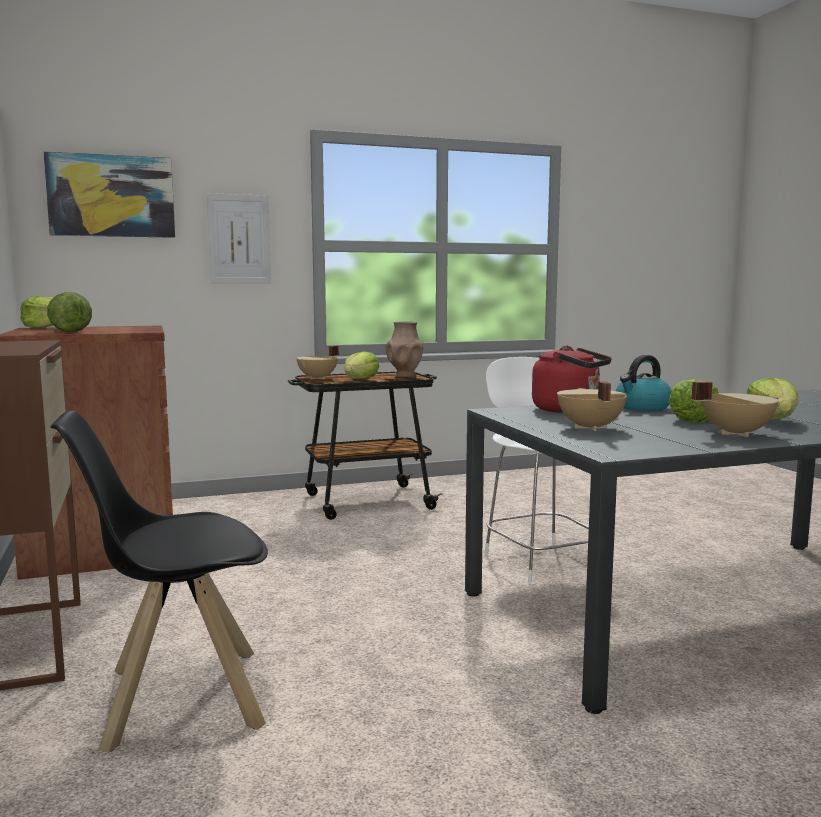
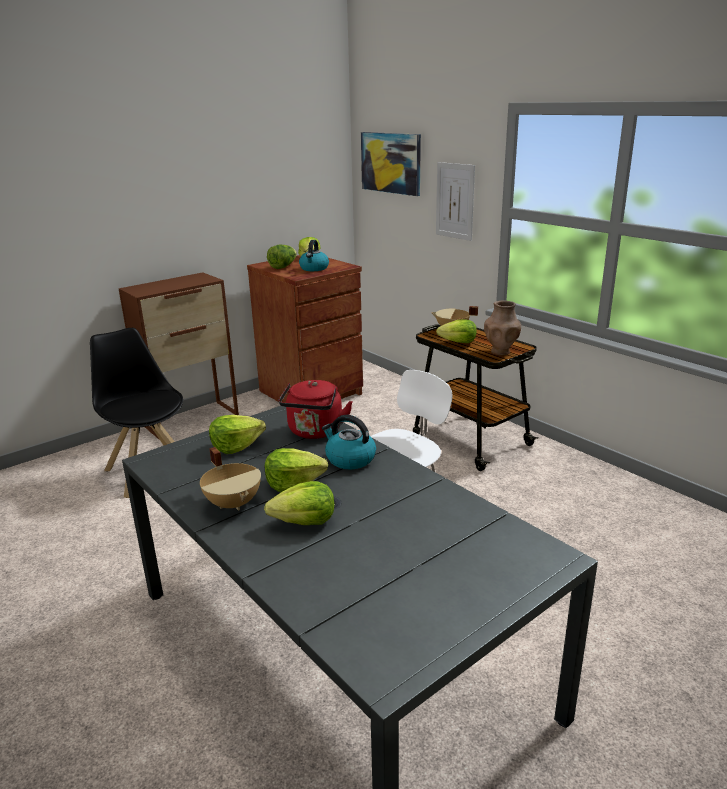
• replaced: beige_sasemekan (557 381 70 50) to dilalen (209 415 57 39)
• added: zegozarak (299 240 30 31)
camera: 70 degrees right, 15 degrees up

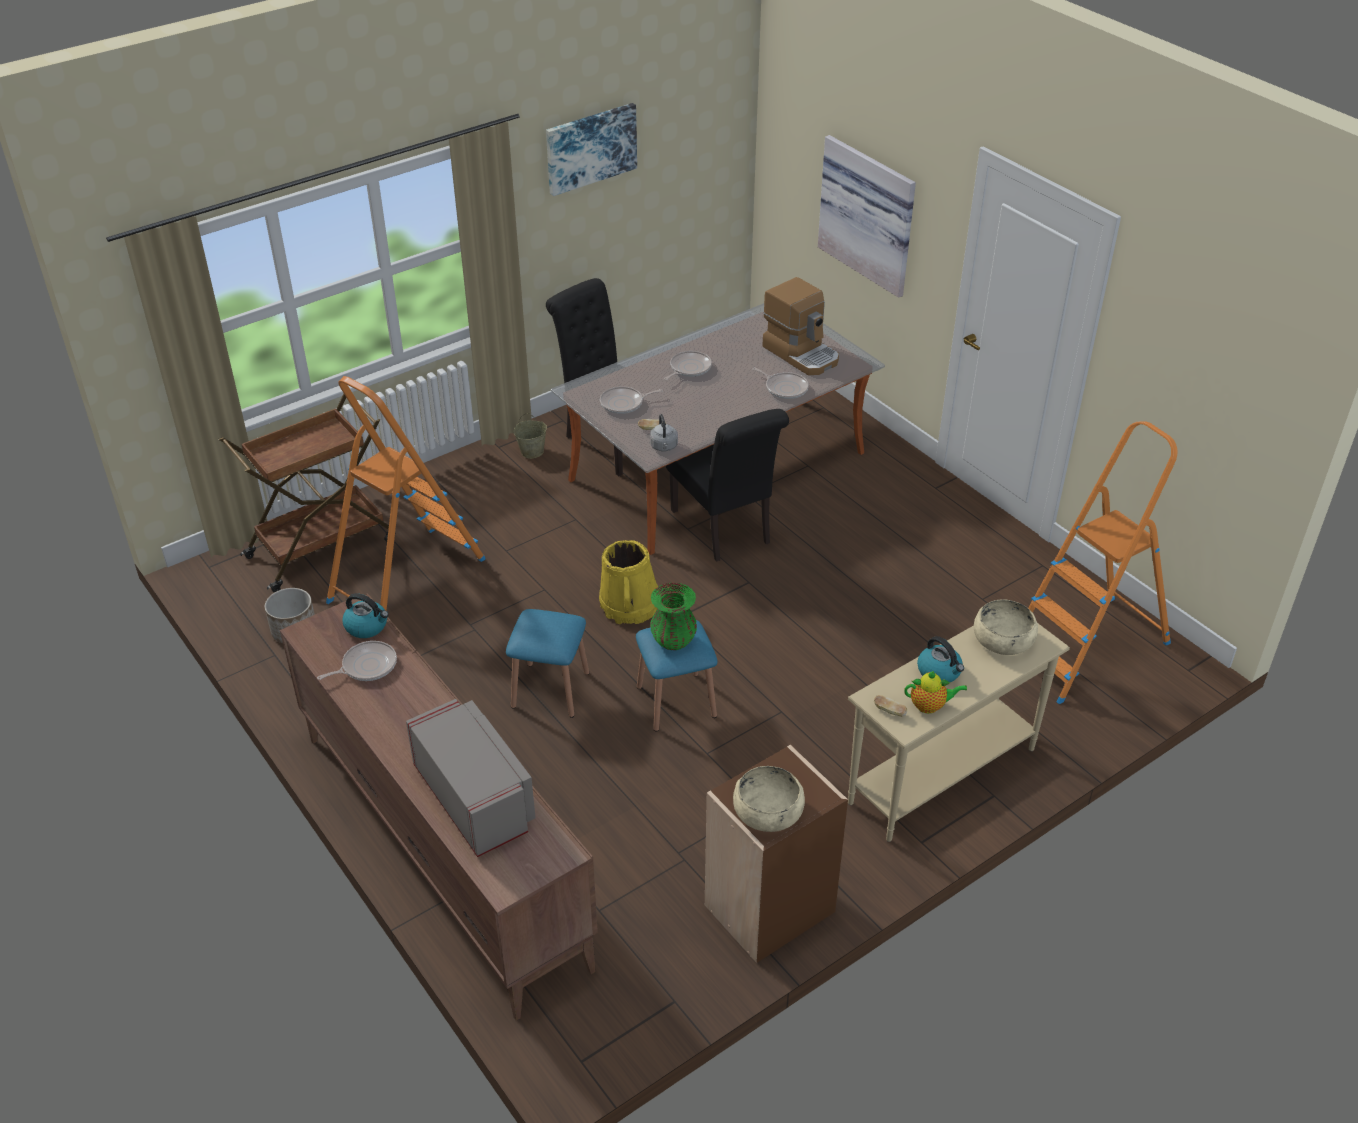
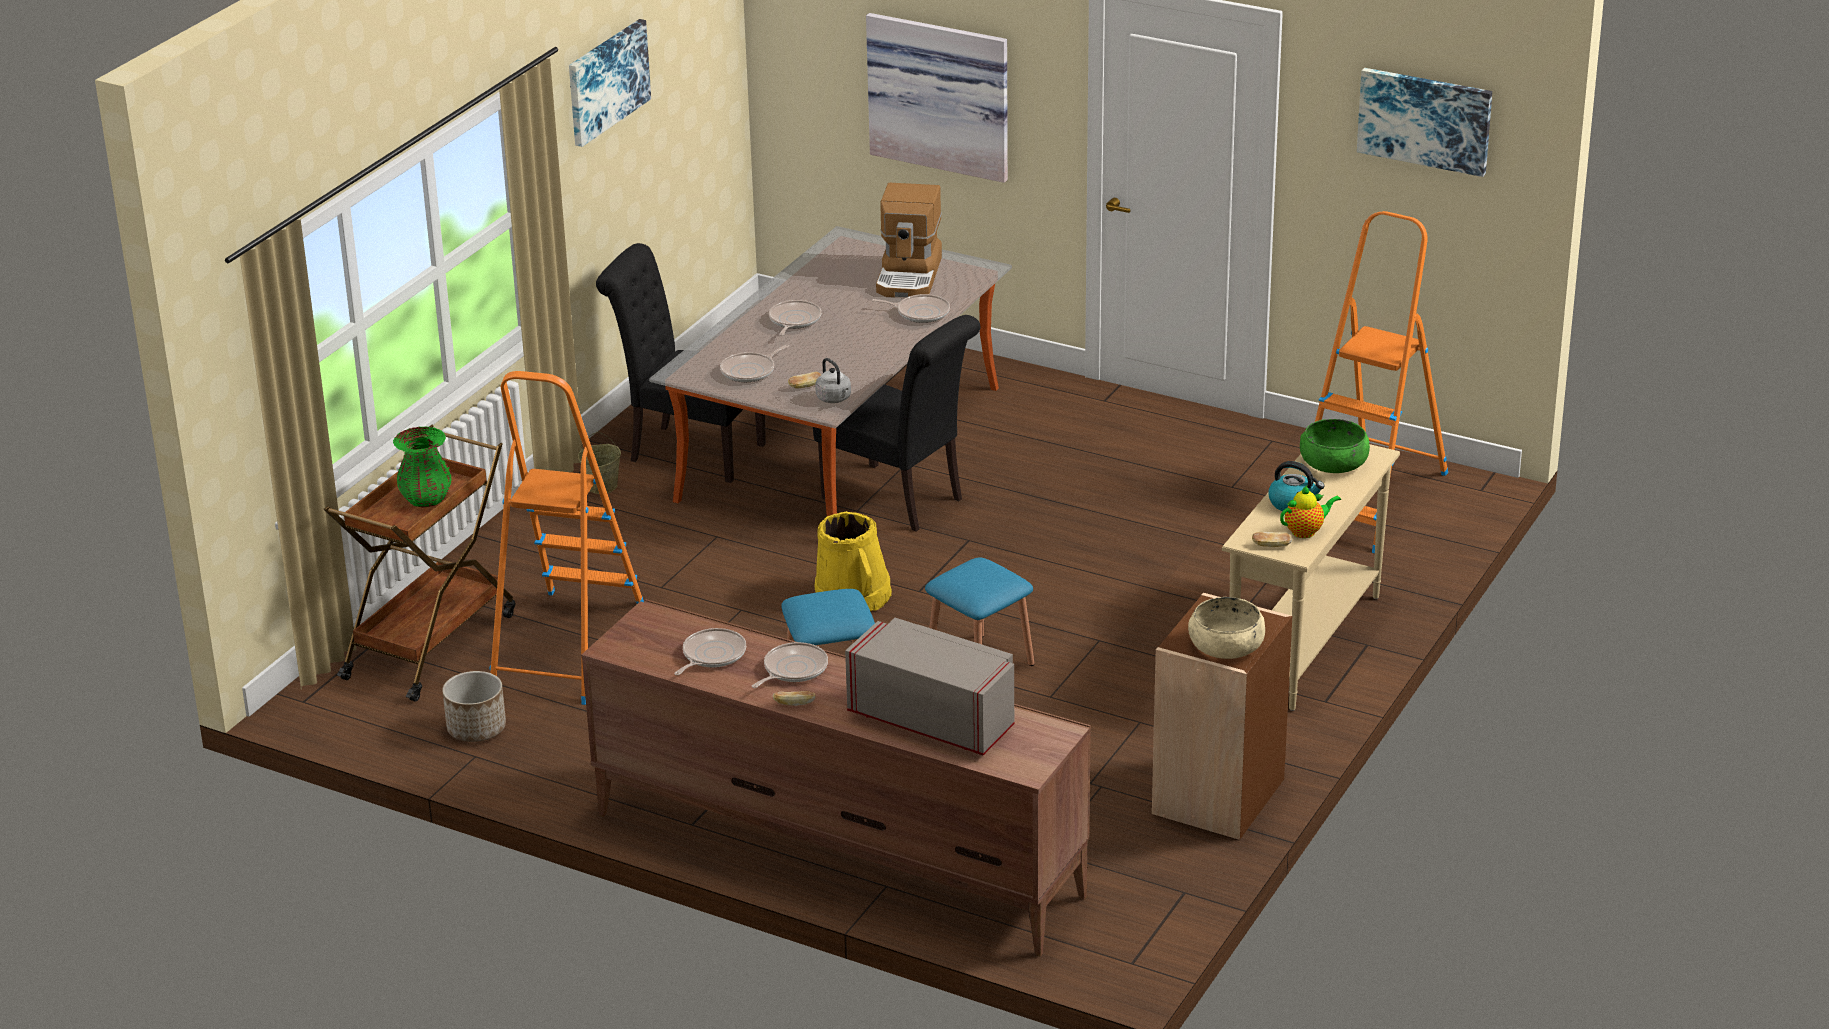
• turned: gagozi (762 277 77 98) = (876 183 66 114) 75 degrees clockwise
• moved: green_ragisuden (651 582 46 68) to (393 426 59 82)
• removed: zegozarak (342 593 47 45)
• recoloured: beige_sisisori (974 599 64 56) to green_sisisori (1300 419 70 54)
• added: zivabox (1357 68 135 109)
• added: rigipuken (752 642 76 46)
• added: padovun (772 691 44 15)
camera: 25 degrees left, 10 degrees down

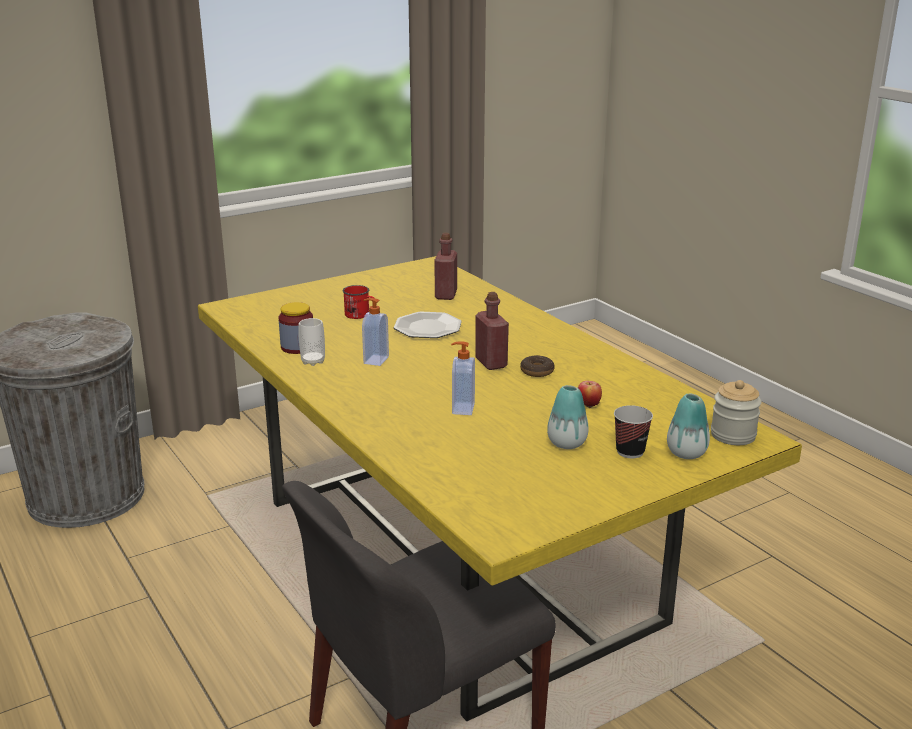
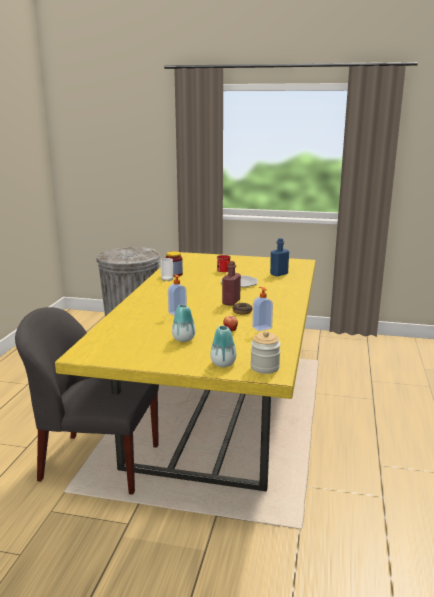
• recoloured: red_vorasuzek (434 233 23 67) to blue_vorasuzek (270 238 19 38)
• moved: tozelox (362 298 27 68) to (252 287 21 44)
• removed: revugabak (614 405 39 53)
camera: 45 degrees right, 5 degrees down

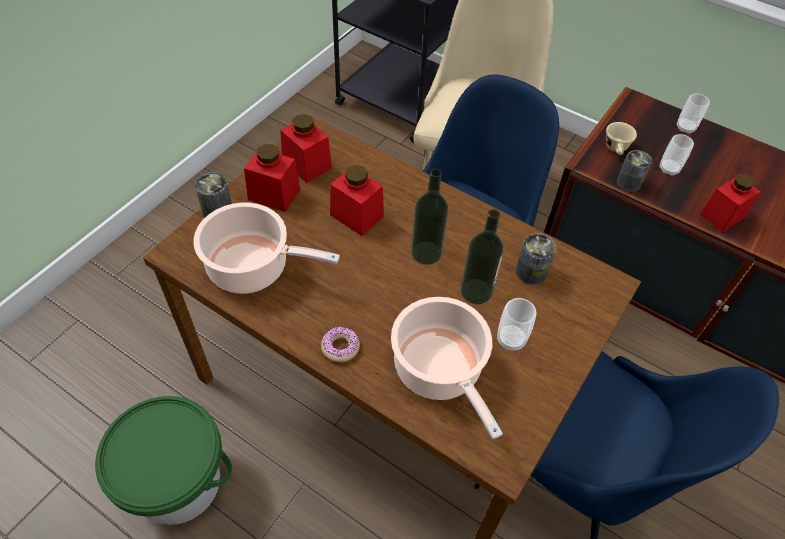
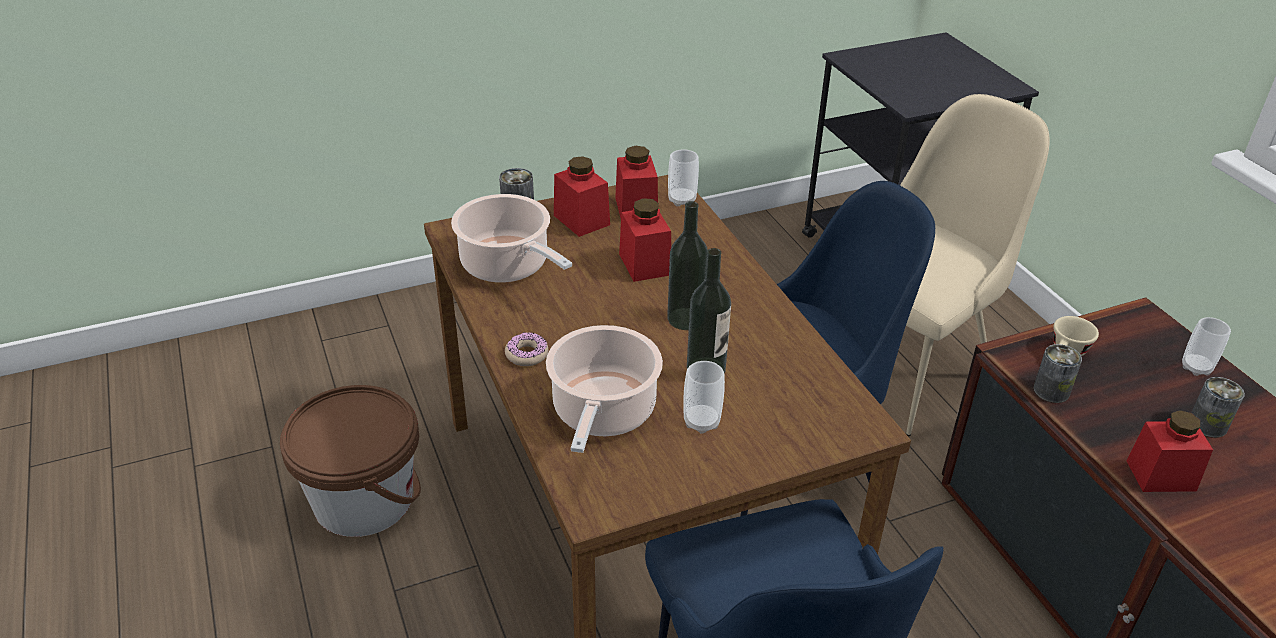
• moved: revugabak (659 134 35 42) to (668 149 31 58)
• moved: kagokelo (516 233 40 52) to (1191 377 54 61)
• recoloured: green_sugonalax (95 396 137 129) to brown_sugonalax (280 385 141 152)
camera: 35 degrees right, 15 degrees down

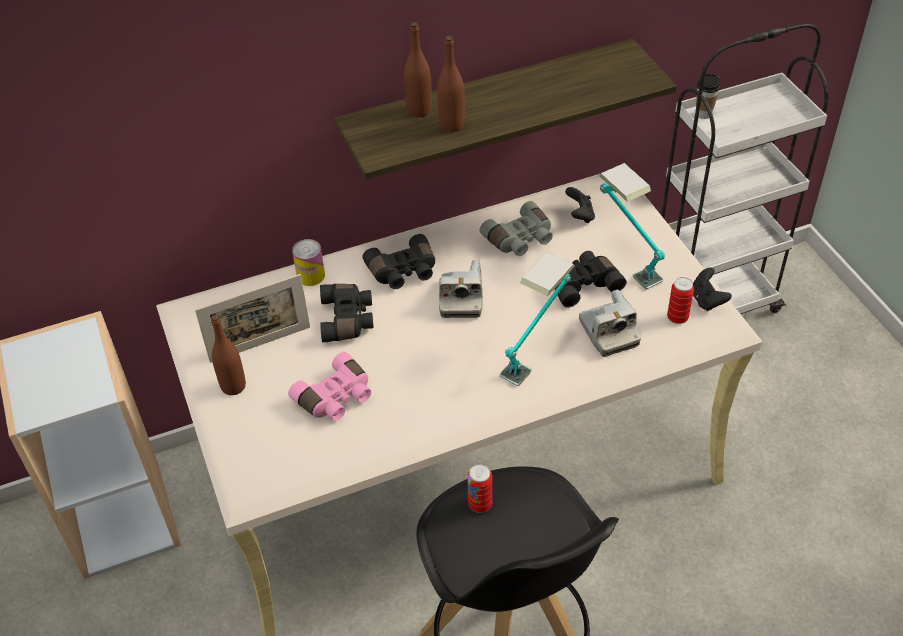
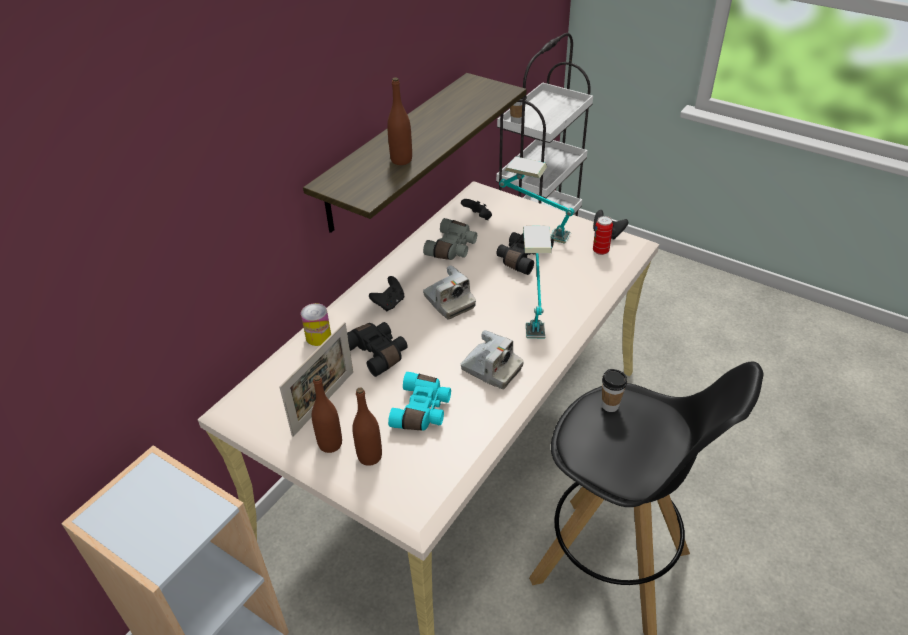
• moved: brown_vorasuzek (404 22 28 95) to (352 387 30 79)
• replaced: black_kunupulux (362 234 73 55) to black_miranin (369 276 35 35)
• moved: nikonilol (579 290 62 67) to (461 330 62 59)
• recoloured: pink_kunupulux (288 352 83 69) to turquoise_kunupulux (388 372 63 59)
• removed: kagokelo (467 464 25 49)
• added: revugabak (602 369 25 43)
camera: 35 degrees left, 5 degrees down

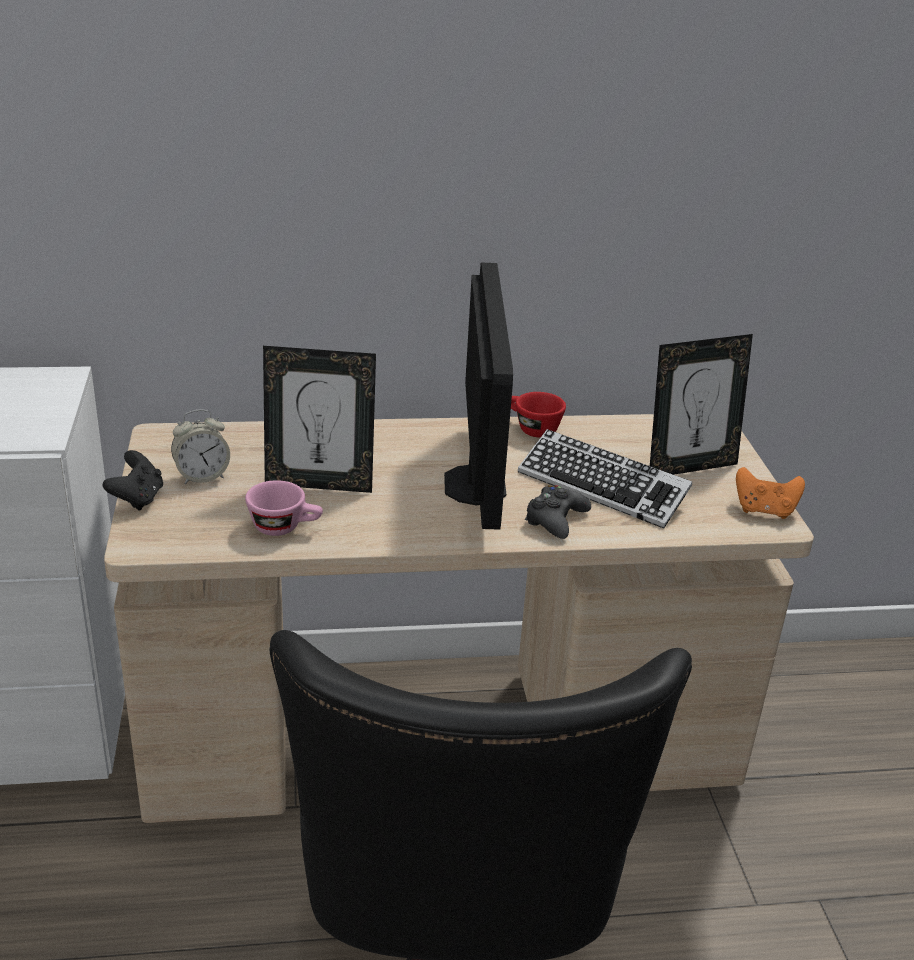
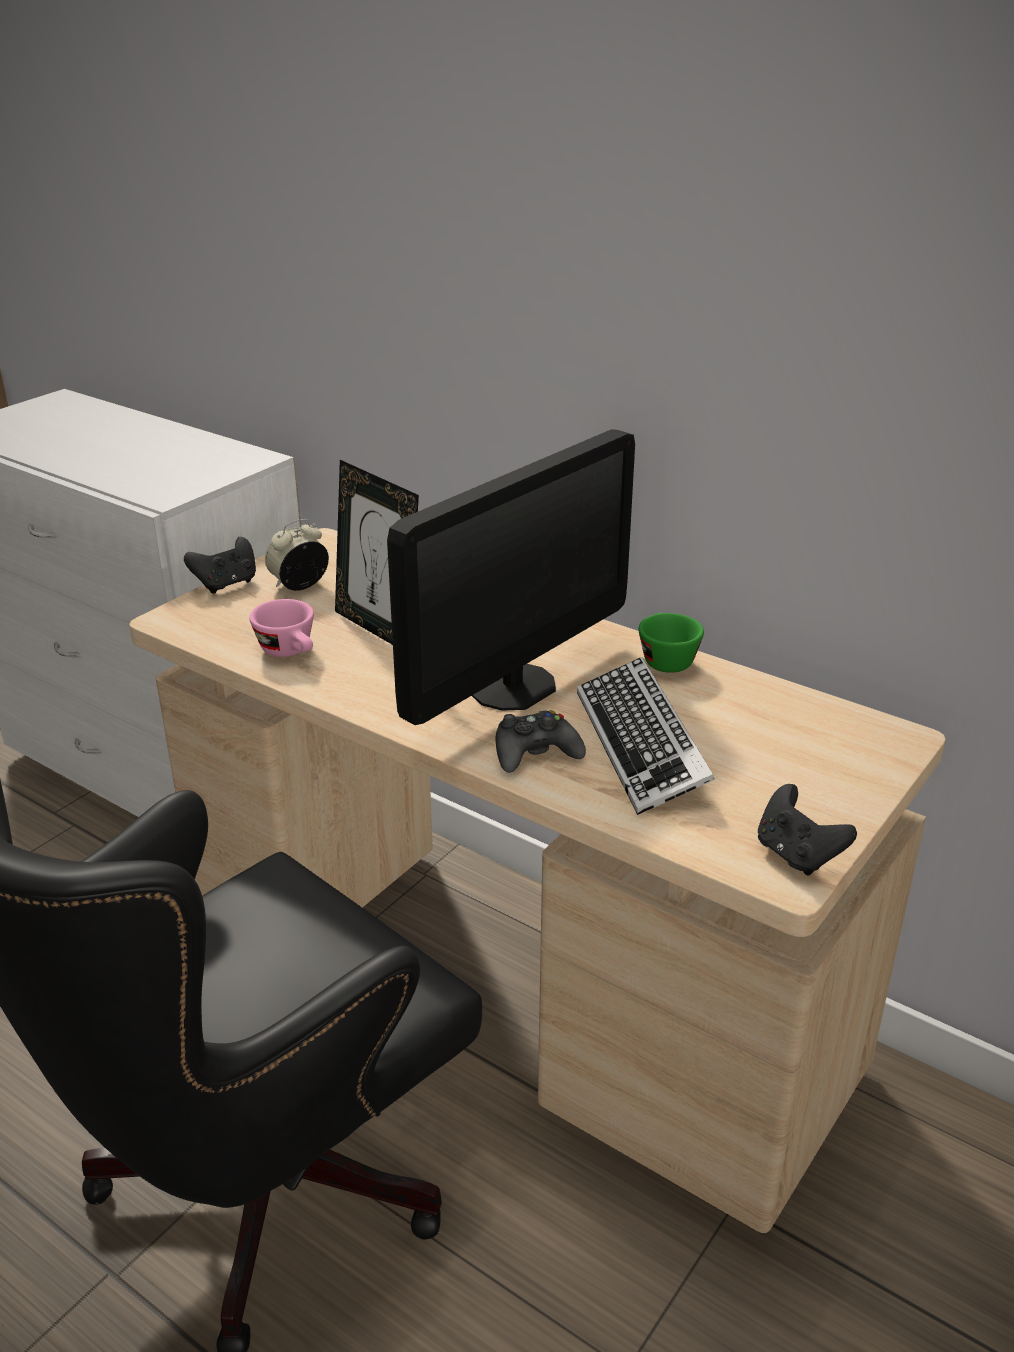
• removed: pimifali (650 334 103 141)
• recoloured: red_revugabak (511 392 55 46) to green_revugabak (639 613 65 60)
• turned: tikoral (171 409 59 75) = (265 519 64 72) 120 degrees clockwise
• recoloured: orange_miranin (736 467 69 52) to black_miranin (758 784 99 92)
camera: 45 degrees right, 0 degrees up

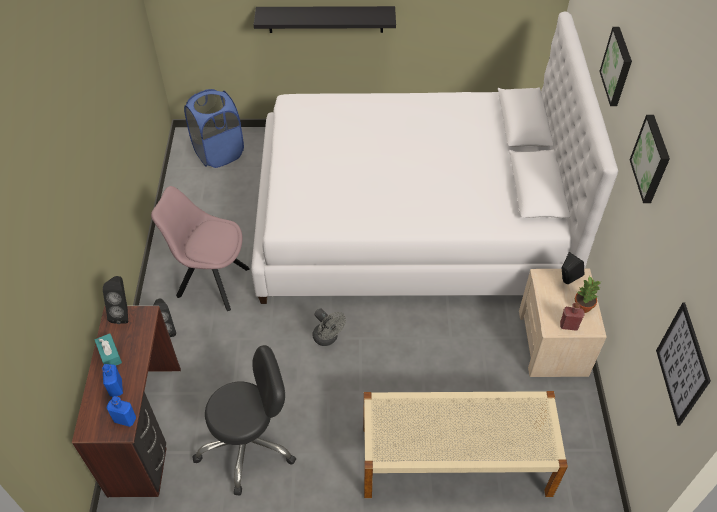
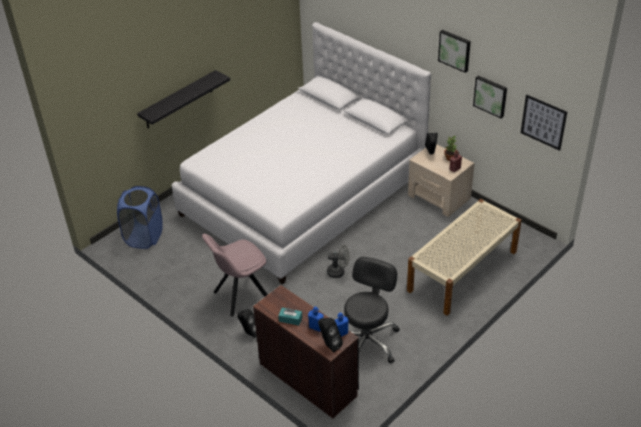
• moved: zivabox (599 27 33 79) to (473 76 34 42)
• moved: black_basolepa (103 276 25 48) to (318 318 25 35)
camera: 45 degrees left, 10 degrees down

